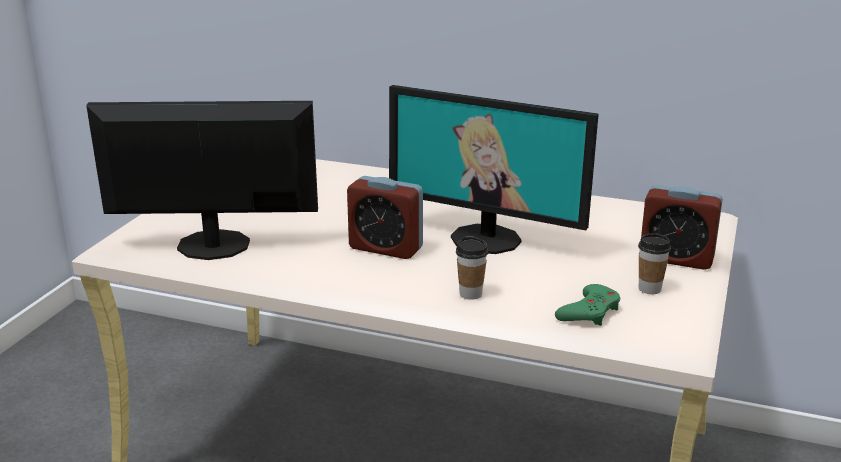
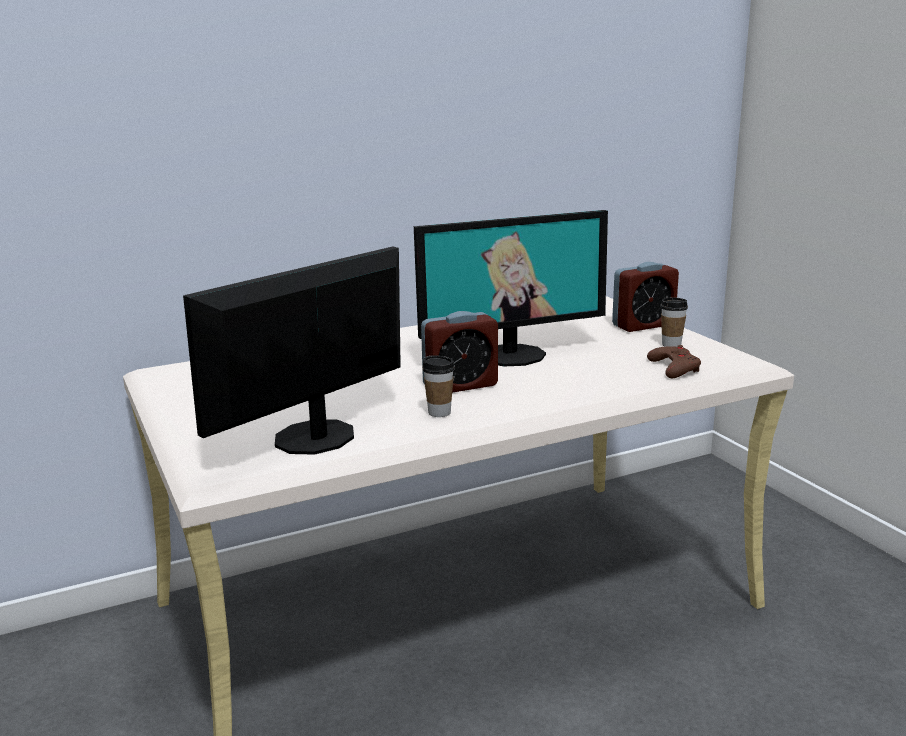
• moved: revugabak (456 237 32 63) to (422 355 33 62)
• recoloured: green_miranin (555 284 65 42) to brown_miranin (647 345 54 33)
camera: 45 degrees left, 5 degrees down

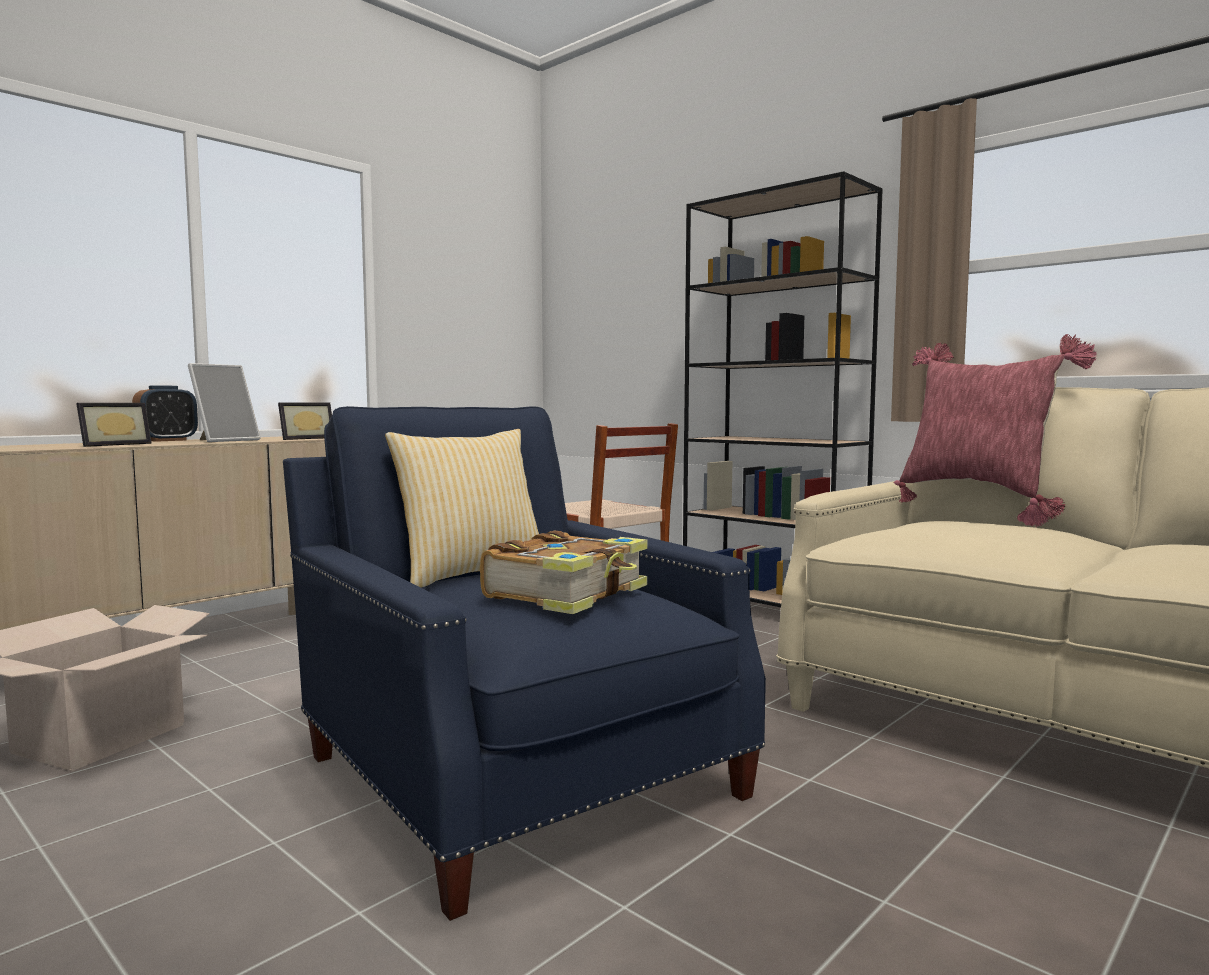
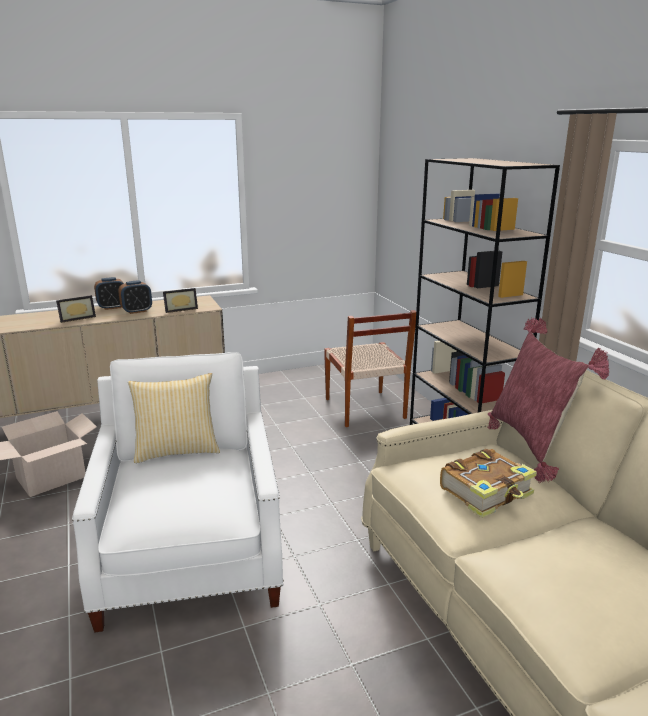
• replaced: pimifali (188 363 73 79) to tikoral (118 280 34 34)
• recoloured: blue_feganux (283 406 483 515) to white_feganux (72 352 212 280)
• moved: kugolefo (480 531 167 83) to (440 449 97 69)
camera: 25 degrees right, 15 degrees up

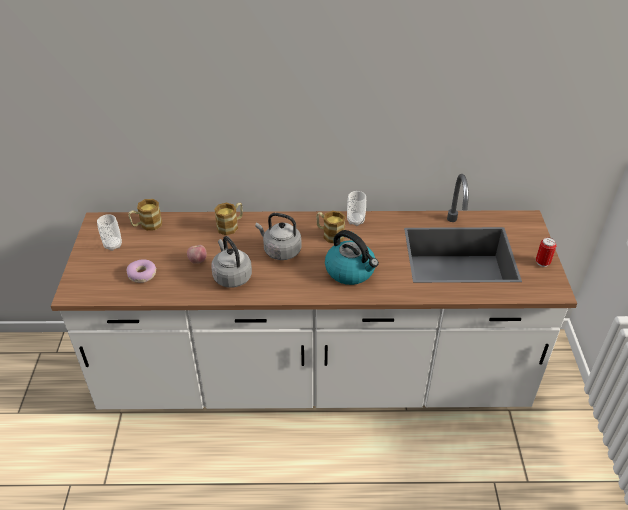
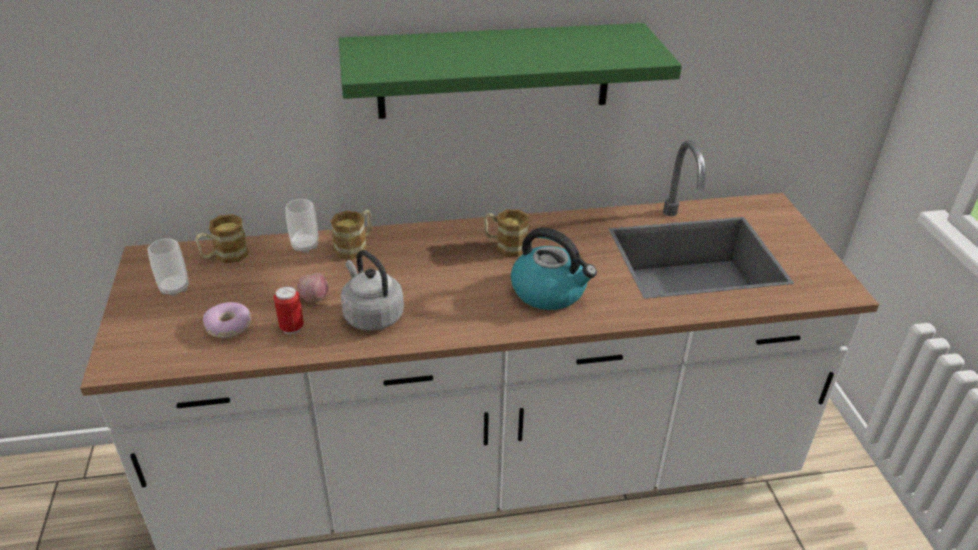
• moved: revugabak (347 191 19 35) to (285 199 34 54)
• removed: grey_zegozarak (255 213 46 47)
• moved: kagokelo (536 237 21 30) to (274 286 30 48)
• added: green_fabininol (339 23 343 96)
camera: 10 degrees left, 5 degrees down

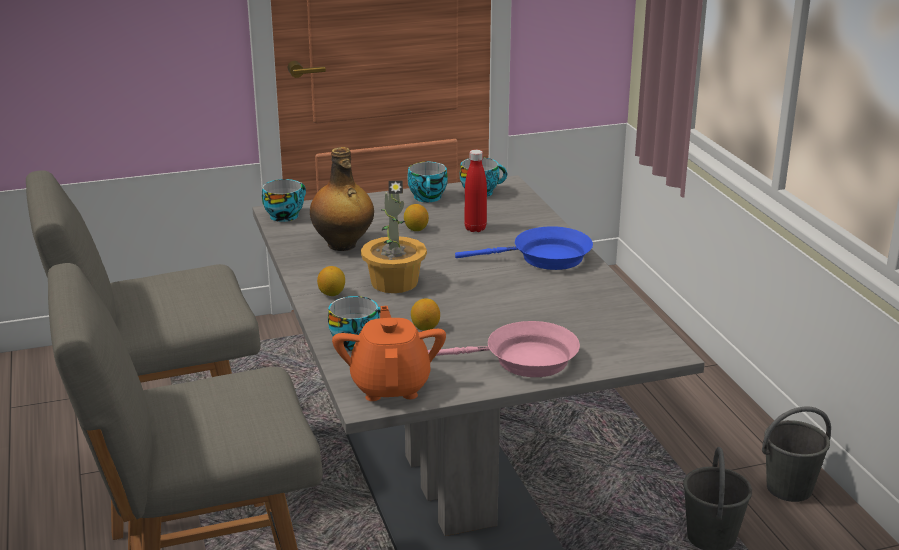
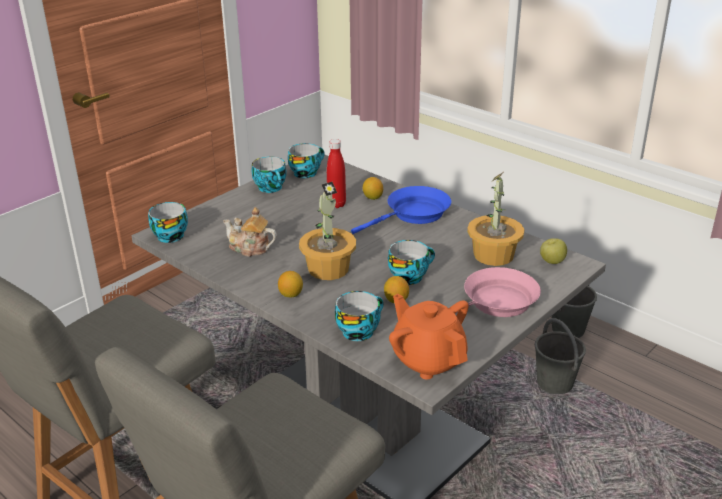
• replaced: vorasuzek (310 147 64 104) to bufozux (223 207 54 50)
• moved: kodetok (404 204 25 27) to (363 177 20 23)
• added: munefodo (467 172 57 94)
• added: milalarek (540 238 27 26)
• added: revugabak (388 240 47 45)
camera: 30 degrees left, 5 degrees up

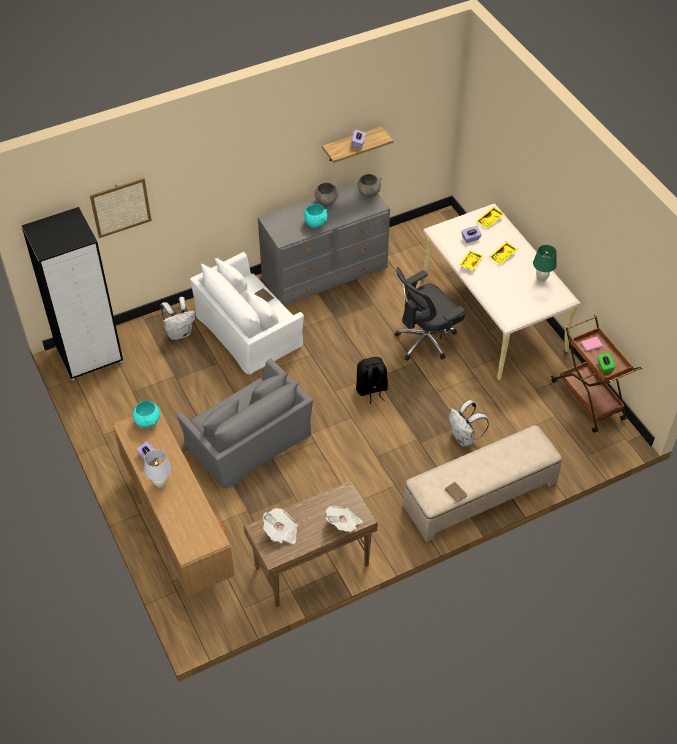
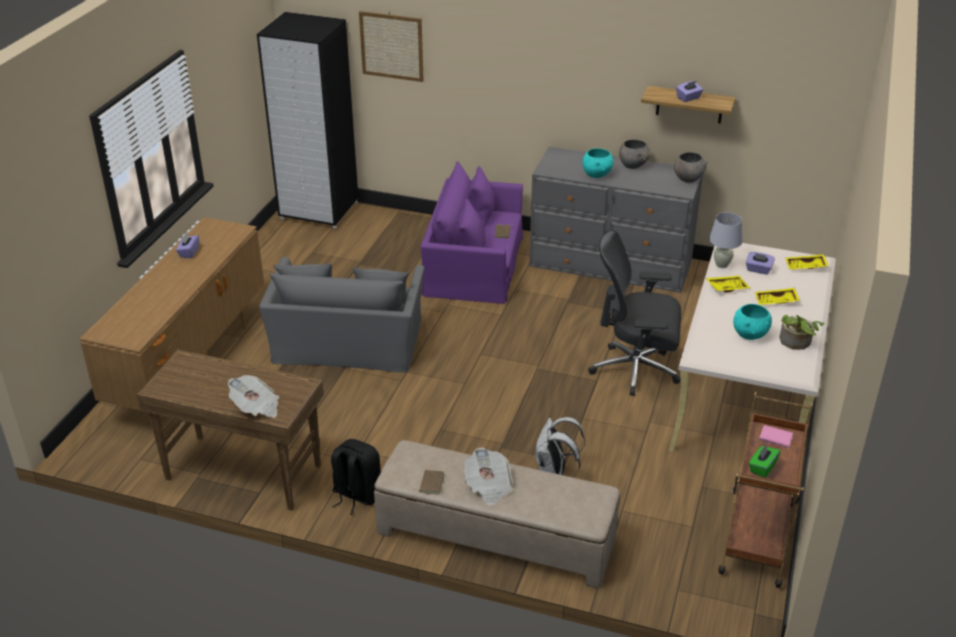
• replaced: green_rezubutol (533 245 24 37) to munefodo (780 315 44 35)
• recoloured: white_feganux (190 252 114 123) to purple_feganux (421 161 102 143)
• removed: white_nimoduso (160 297 35 43)
• moved: black_nimoduso (356 357 32 47) to (331 439 50 76)
• moved: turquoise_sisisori (133 401 27 27) to (733 304 39 36)
• moved: white_rezubutol (144 449 27 39) to (709 212 33 56)
• moved: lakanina (263 508 35 36) to (464 447 49 58)
camera: 45 degrees right, 15 degrees down

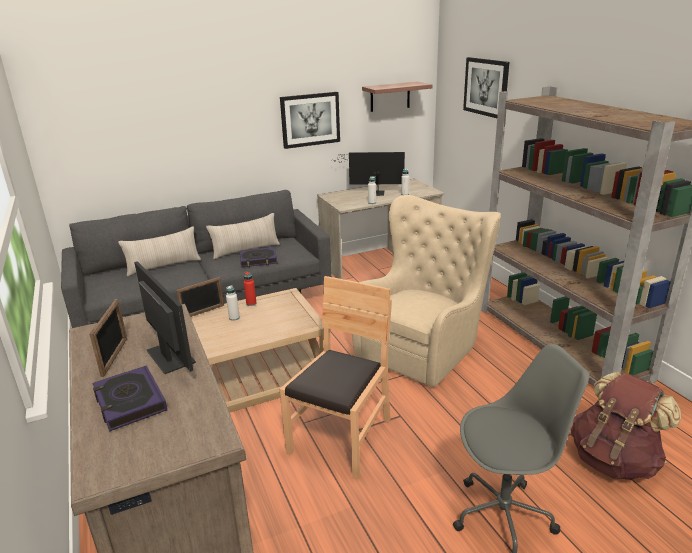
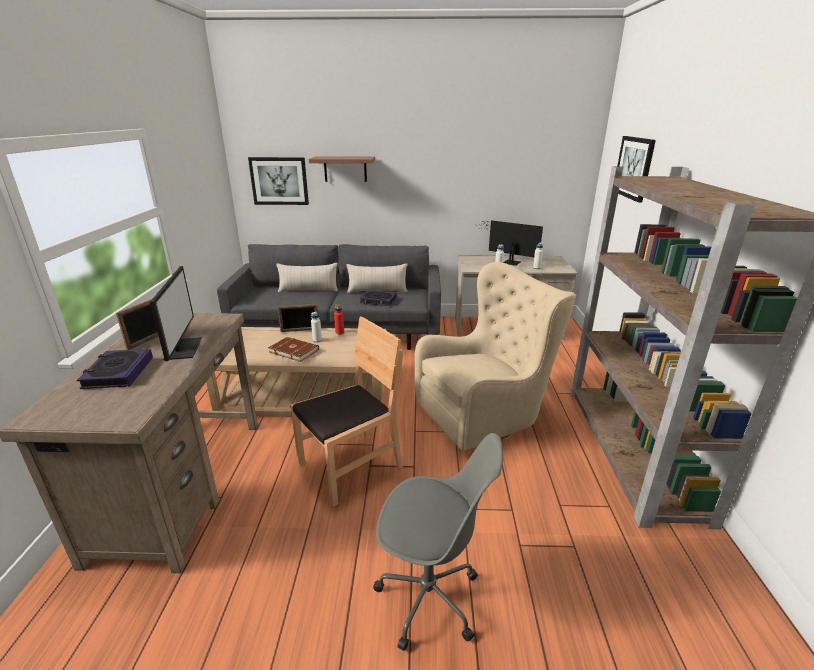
• moved: fabininol (362 81 71 31) to (309 156 66 26)
• moved: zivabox (280 92 60 57) to (248 157 61 48)
• removed: brown_nimoduso (571 372 111 108)
• added: brown_kugolefo (268 337 51 25)
camera: 25 degrees right, 0 degrees up

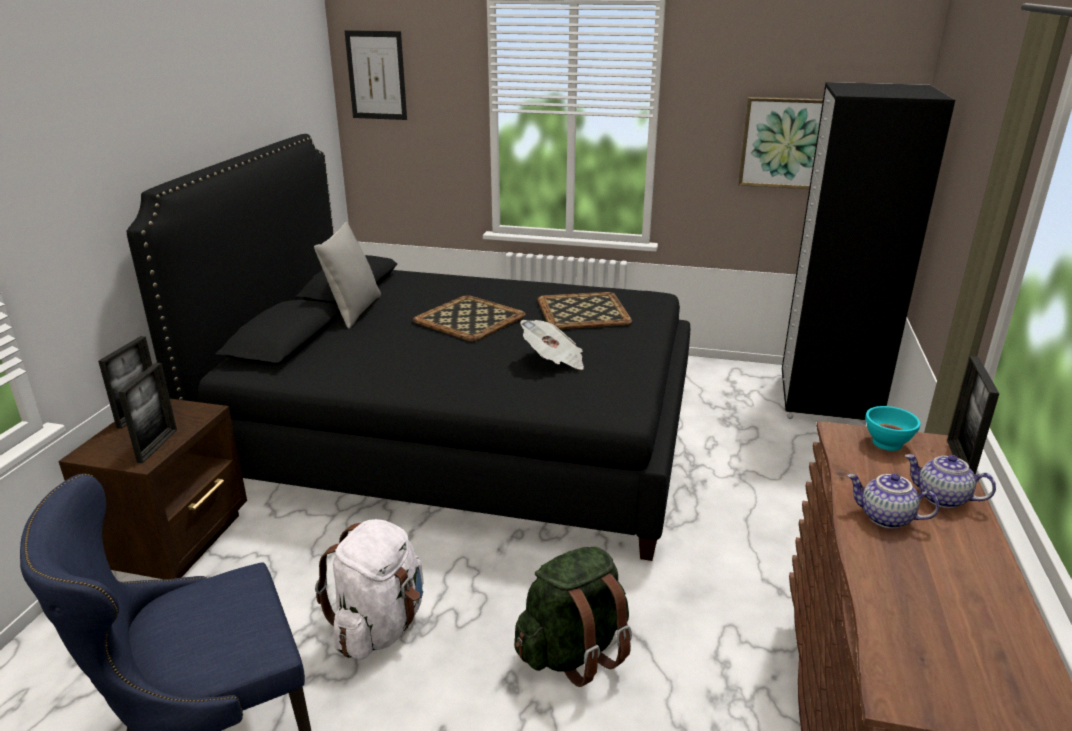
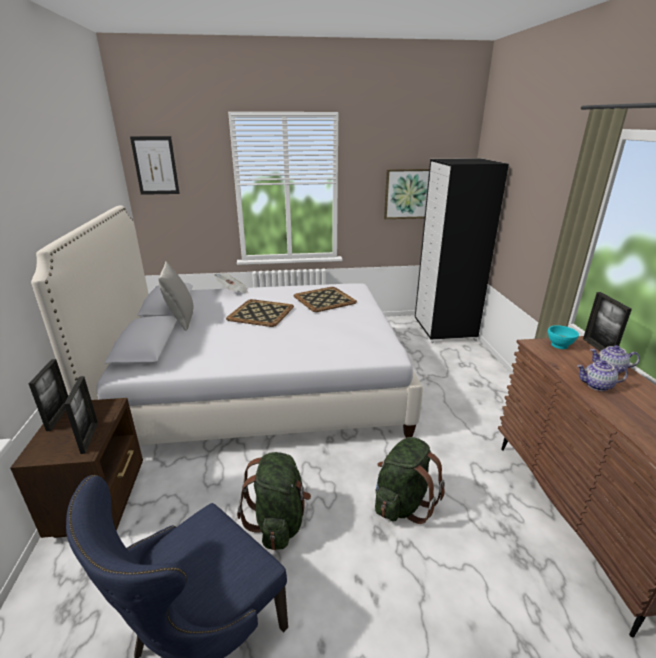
• recoloured: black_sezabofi (126 134 564 427) to white_sezabofi (31 205 392 240)
• moved: lakanina (520 320 64 50) to (214 273 35 20)
• recoloured: white_nimoduso (315 519 109 141) to green_nimoduso (237 452 74 98)
camera: 20 degrees left, 0 degrees up

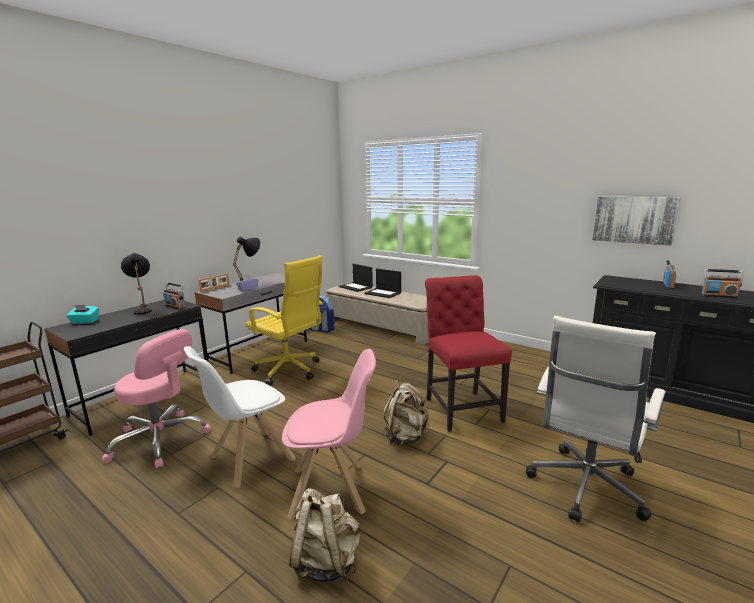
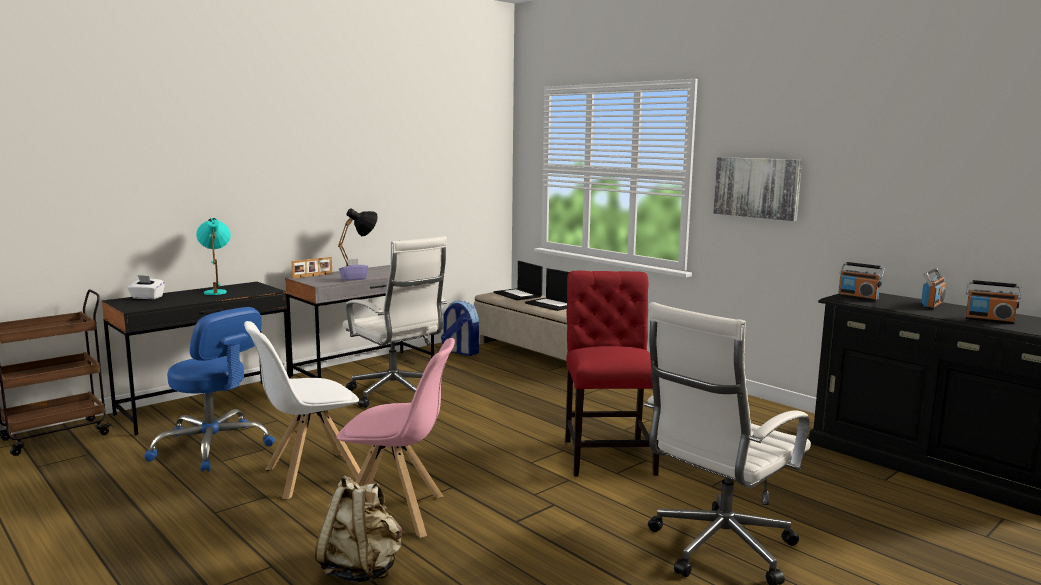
• moved: zivabox (592 196 88 49) to (713 157 89 64)
• recoloured: black_rezubutol (121 253 31 62) to turquoise_rezubutol (196 218 35 77)
• recoloured: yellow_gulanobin (245 255 78 131) to white_gulanobin (343 236 104 172)
• moved: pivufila (163 282 22 28) to (838 262 47 39)
• recoloured: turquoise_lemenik (66 305 33 19) to white_lemenik (128 275 37 24)
• recoloured: pink_gulanobin (102 329 109 139) to blue_gulanobin (144 307 131 165)
• removed: beige_nimoduso (383 380 46 66)
camera: 10 degrees right, 5 degrees down

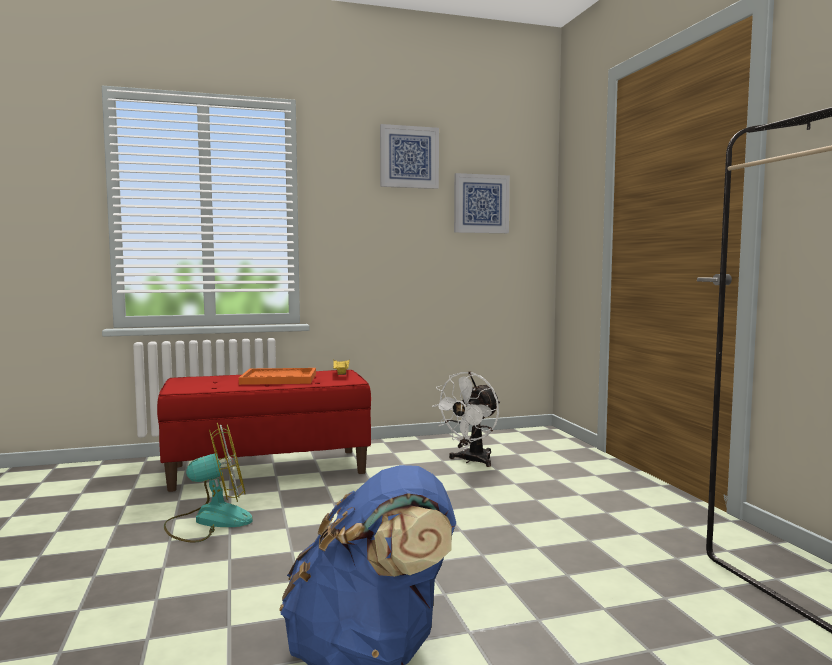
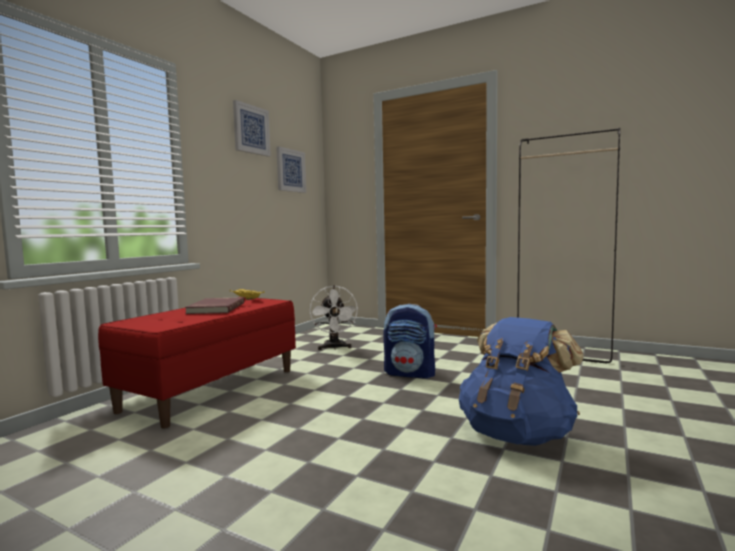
• replaced: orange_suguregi (239 368 77 17) to red_kugolefo (185 297 59 17)
• removed: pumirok (164 423 89 120)
• added: nimoduso (383 304 54 75)
camera: 45 degrees left, 0 degrees up

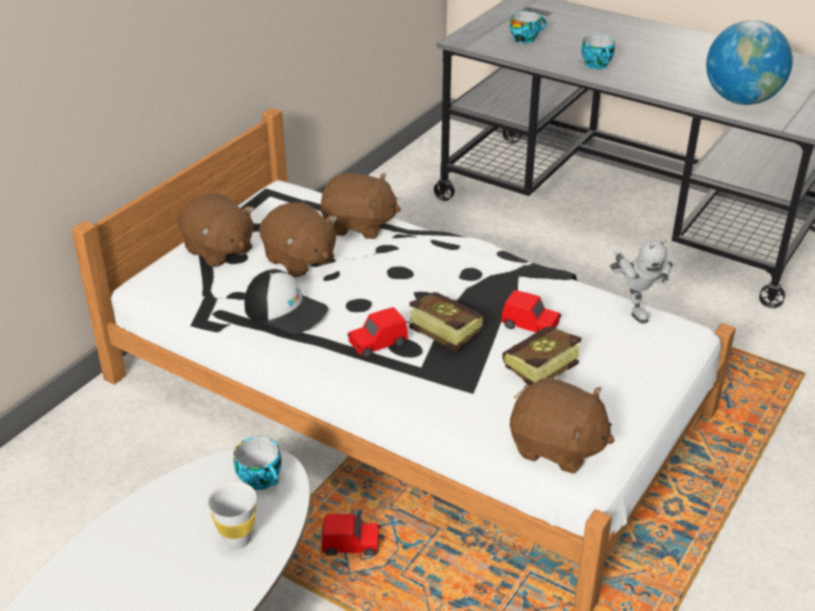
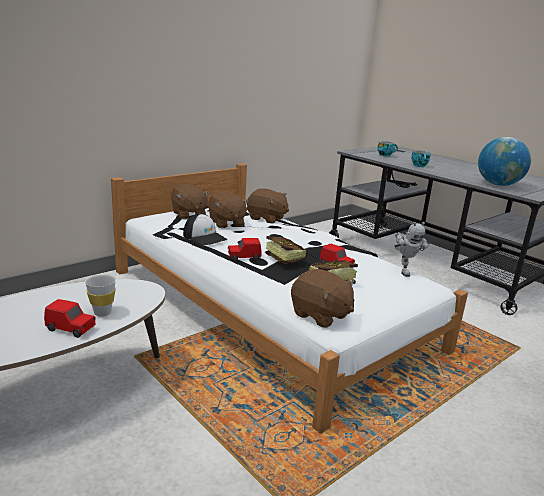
• removed: revugabak (234 437 48 53)
• moved: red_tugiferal (321 514 59 42) to (44 299 52 39)
camera: 15 degrees right, 15 degrees down

